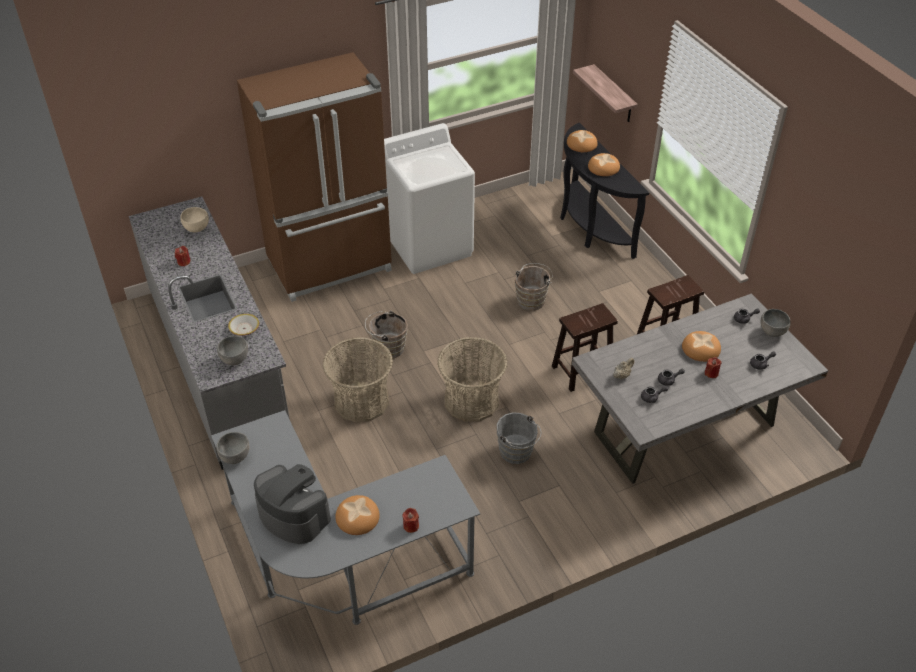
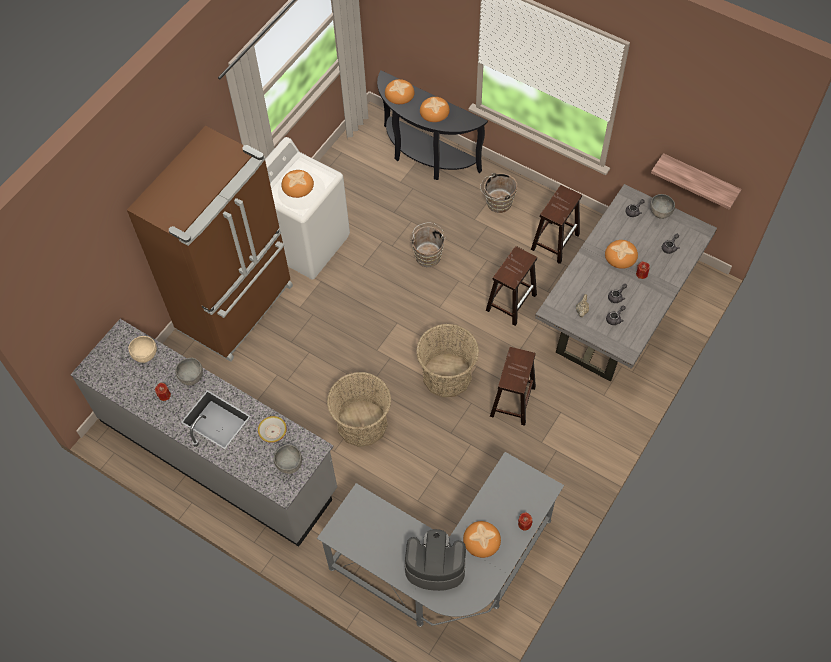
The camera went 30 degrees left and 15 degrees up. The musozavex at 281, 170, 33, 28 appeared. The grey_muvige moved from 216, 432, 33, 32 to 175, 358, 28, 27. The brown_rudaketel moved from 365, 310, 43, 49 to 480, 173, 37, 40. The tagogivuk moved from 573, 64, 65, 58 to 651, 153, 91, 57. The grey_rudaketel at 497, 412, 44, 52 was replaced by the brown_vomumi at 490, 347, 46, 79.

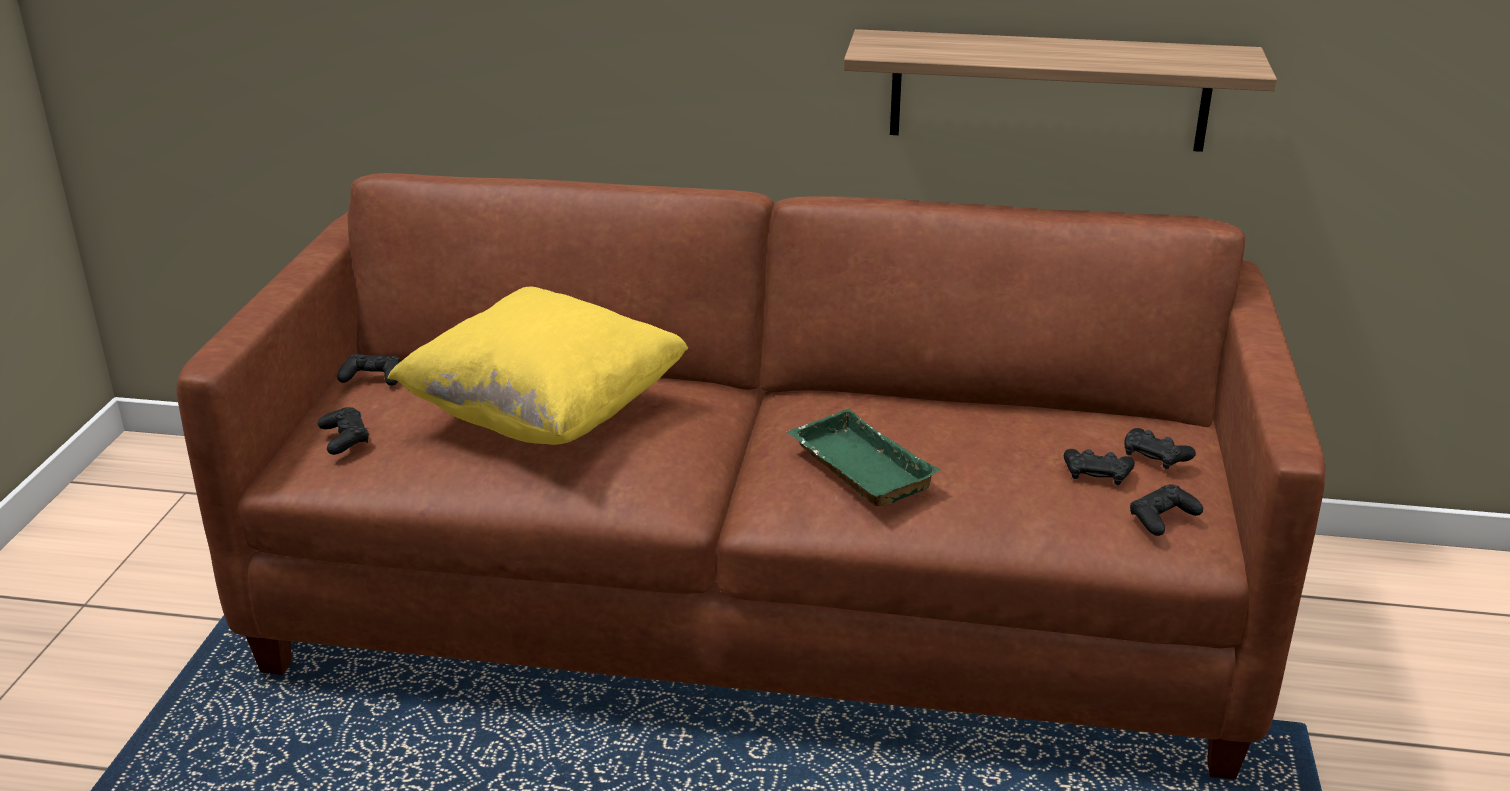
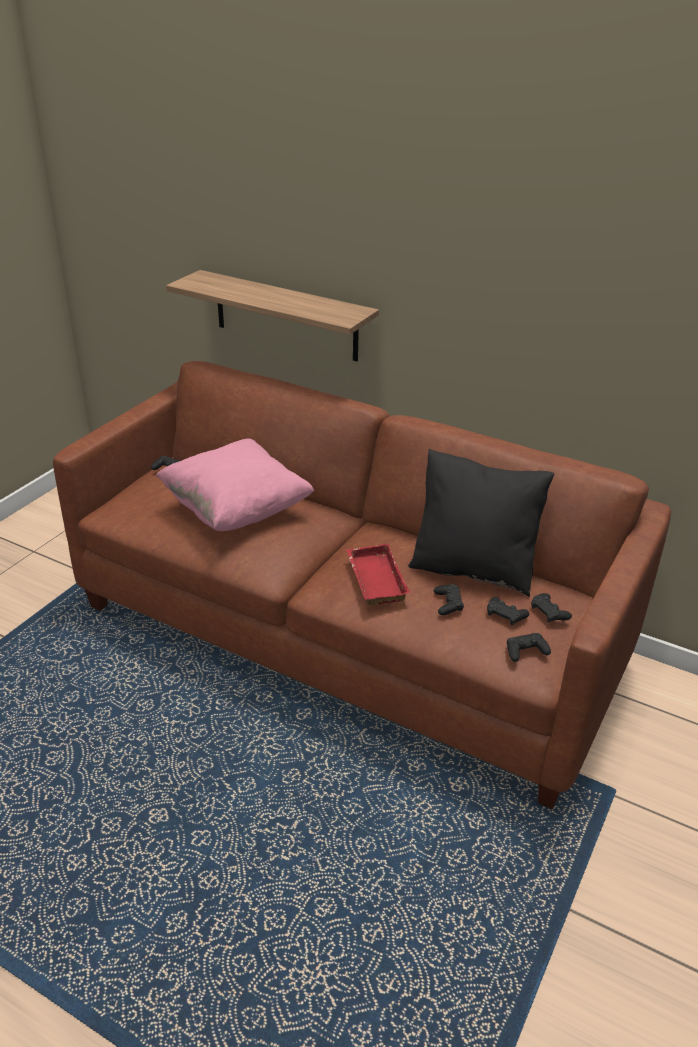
The camera went 20 degrees right and 5 degrees up. The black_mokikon at 408, 449, 146, 147 appeared. The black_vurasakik moved from 318, 407, 51, 48 to 434, 584, 30, 31. The tagogivuk moved from 844, 29, 433, 123 to 166, 270, 213, 91. The yellow_mokikon at 388, 287, 300, 158 became the pink_mokikon at 156, 439, 158, 92. The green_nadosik at 787, 409, 154, 98 became the red_nadosik at 346, 544, 64, 61.

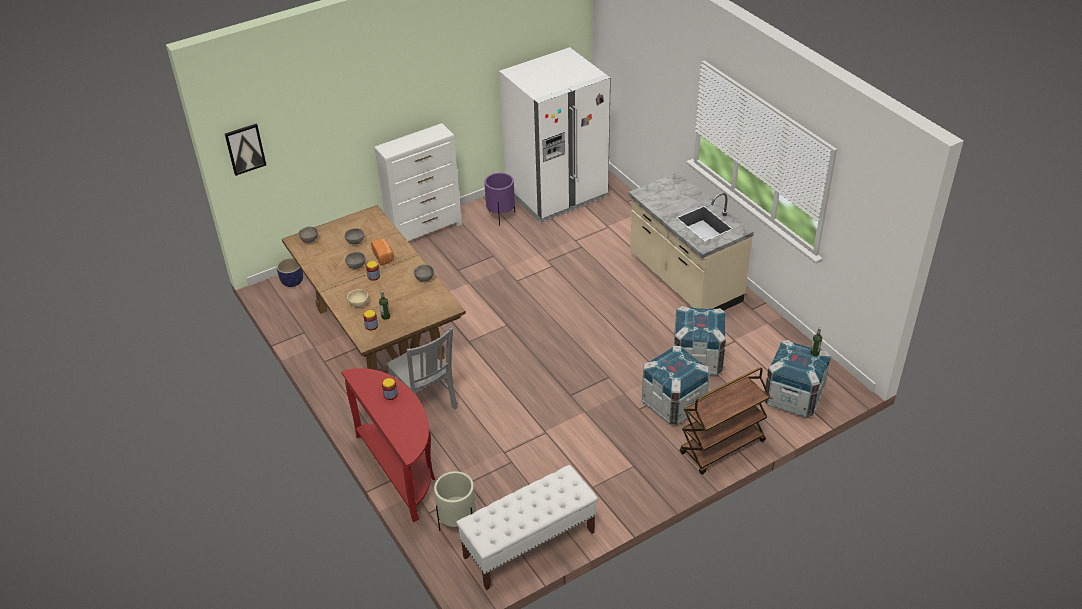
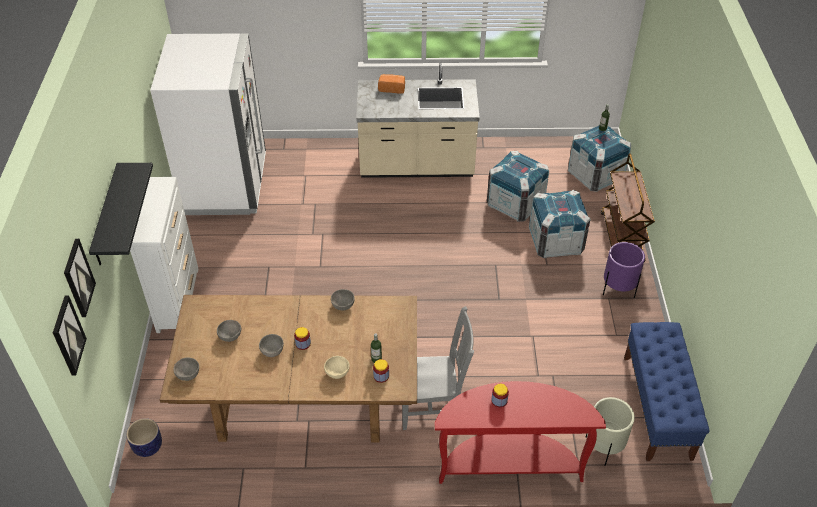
The camera went 60 degrees left and 5 degrees up. The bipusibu at 64, 239, 32, 78 appeared. The black_tagogivuk at 89, 163, 64, 102 appeared. The musozavex moved from 371, 238, 23, 27 to 378, 74, 27, 20. The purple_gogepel moved from 484, 173, 31, 53 to 603, 242, 42, 56. The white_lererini at 456, 465, 142, 125 became the blue_lererini at 624, 322, 86, 139.

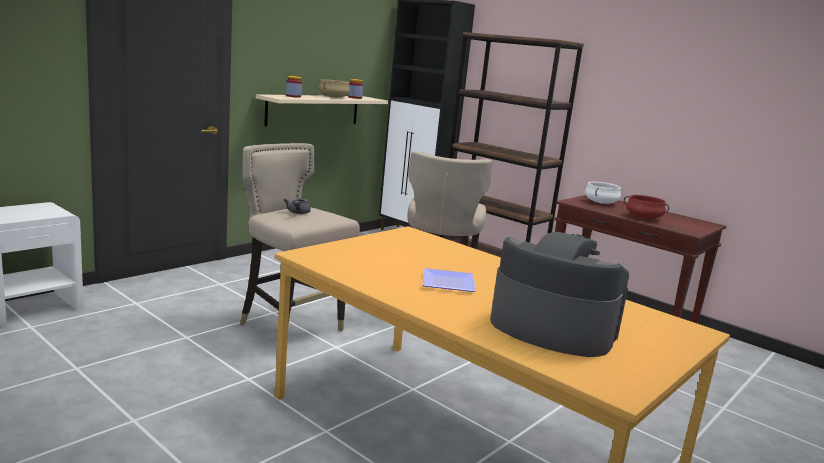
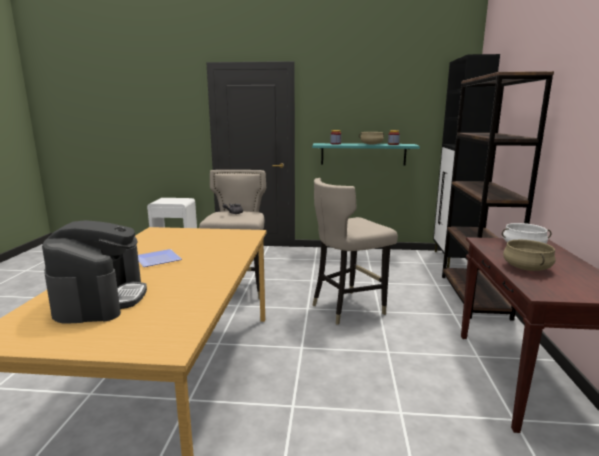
The camera went 55 degrees right and 0 degrees up. The beige_tagogivuk at 256, 94, 132, 32 became the turquoise_tagogivuk at 312, 143, 108, 22. The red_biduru at 624, 195, 45, 24 became the beige_biduru at 503, 240, 53, 31.

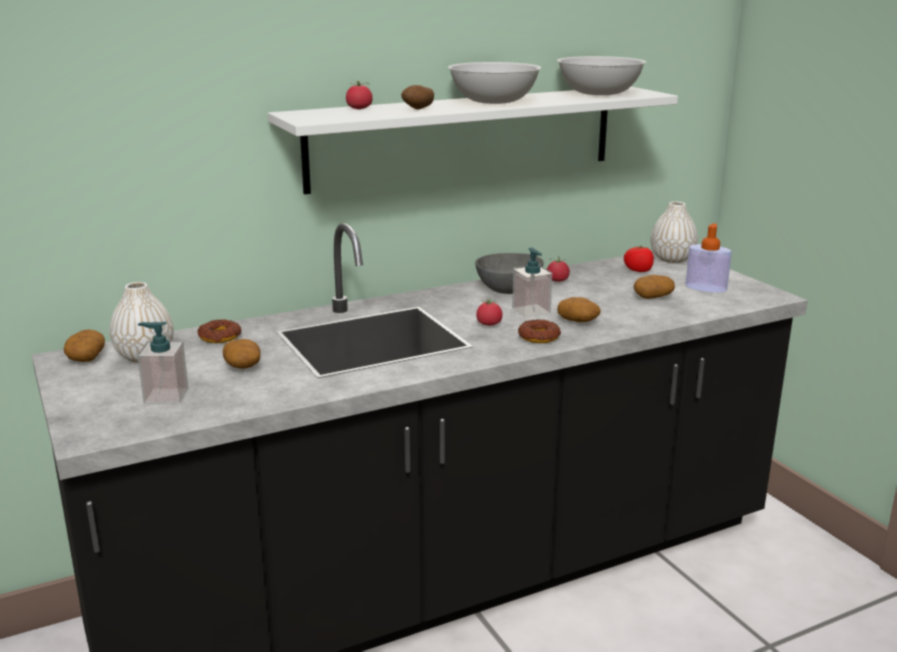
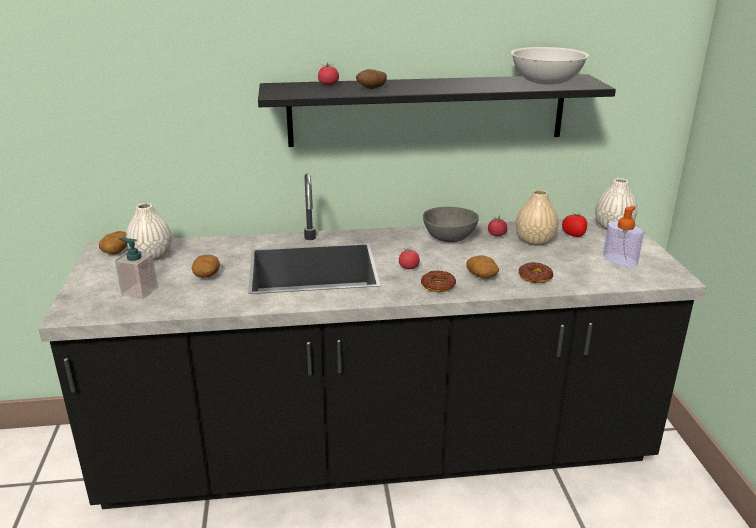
The camera went 20 degrees right and 5 degrees up. The white_muvige at 448, 62, 93, 42 disappeared. The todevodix at 512, 248, 40, 69 disappeared. The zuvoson at 634, 275, 41, 24 disappeared. The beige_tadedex at 516, 190, 43, 56 appeared. The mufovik moved from 197, 319, 45, 24 to 519, 262, 35, 21. The white_tagogivuk at 268, 87, 410, 107 became the black_tagogivuk at 258, 74, 358, 73.

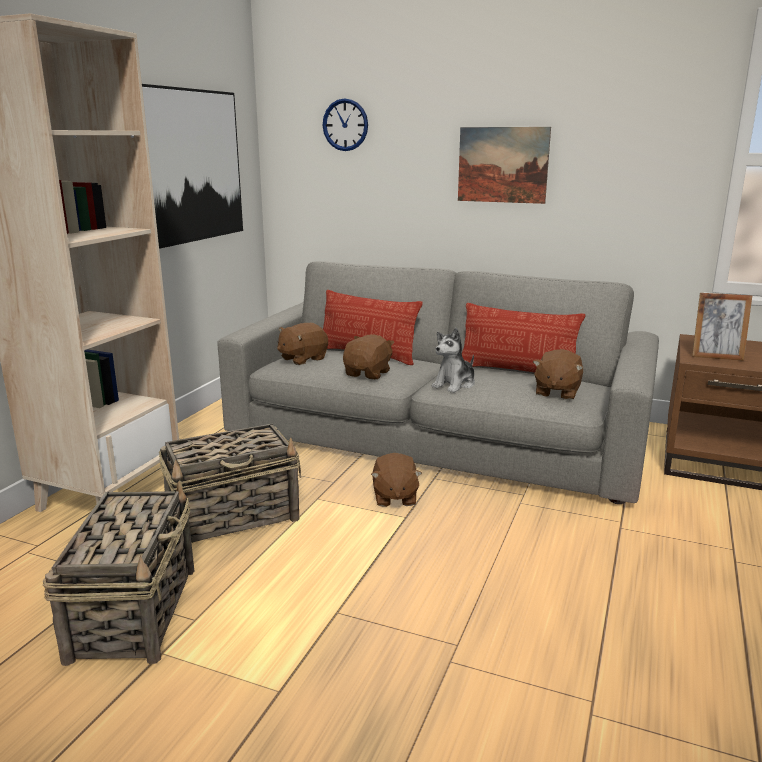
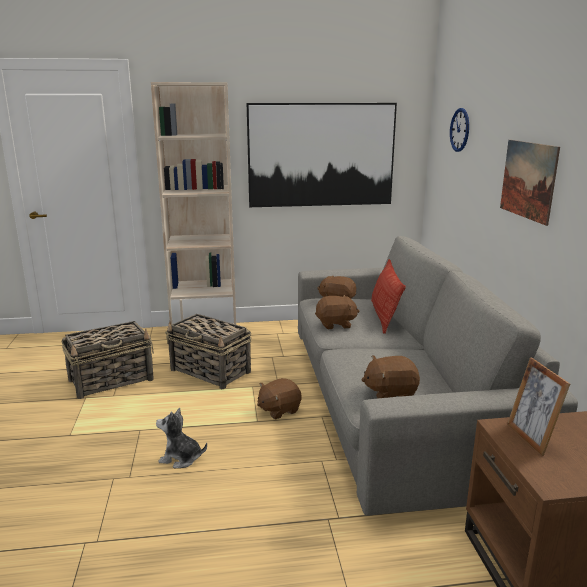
The camera went 60 degrees right and 0 degrees up. The mokikon at 462, 303, 123, 70 disappeared. The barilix moved from 432, 328, 43, 65 to 156, 408, 51, 60.

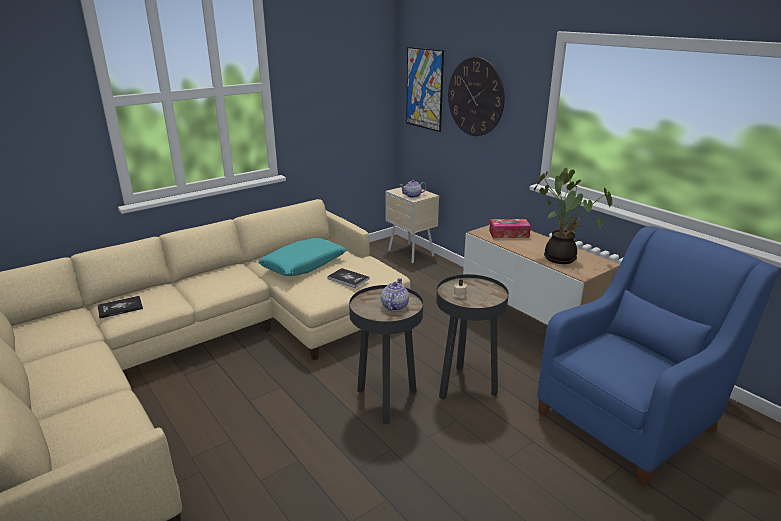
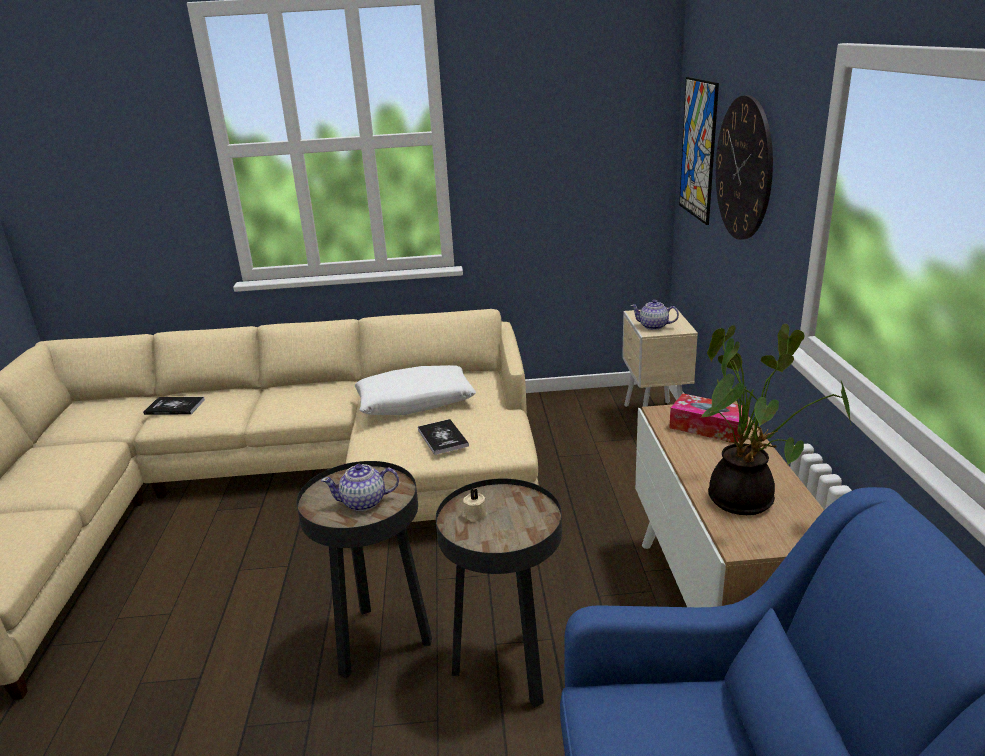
The camera went 35 degrees right and 0 degrees up. The turquoise_mokikon at 258, 238, 88, 38 became the white_mokikon at 355, 365, 121, 50. The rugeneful at 381, 278, 28, 33 turned 150 degrees counterclockwise.

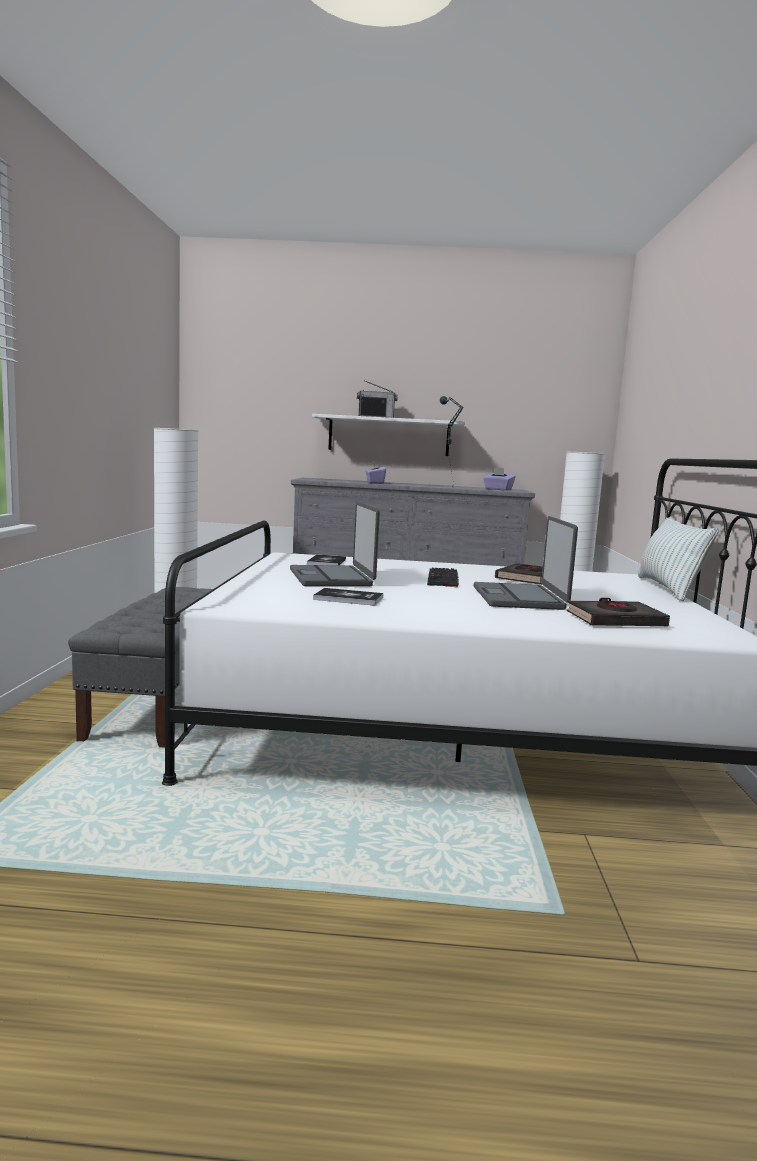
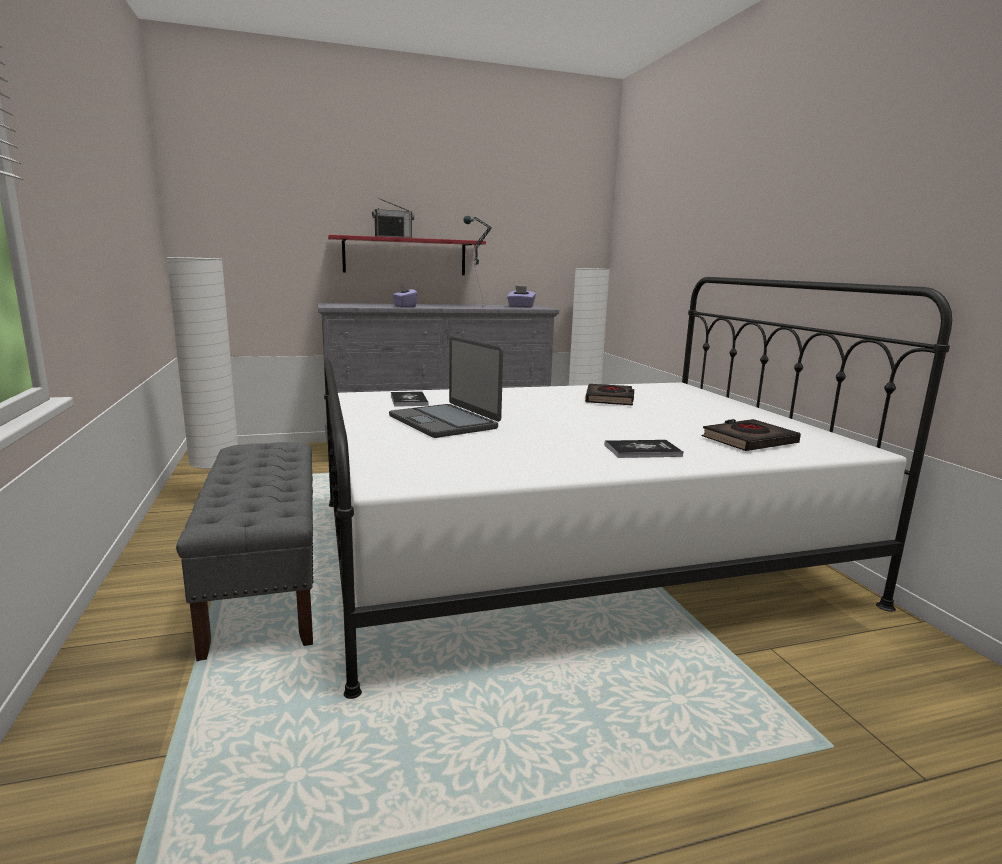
The camera went 20 degrees left and 5 degrees up. The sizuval at 427, 568, 32, 19 disappeared. The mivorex at 474, 516, 104, 94 disappeared. The mokikon at 638, 517, 81, 84 disappeared. The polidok moved from 313, 588, 70, 18 to 605, 440, 78, 18. The white_tagogivuk at 312, 414, 153, 42 became the red_tagogivuk at 328, 235, 158, 40.

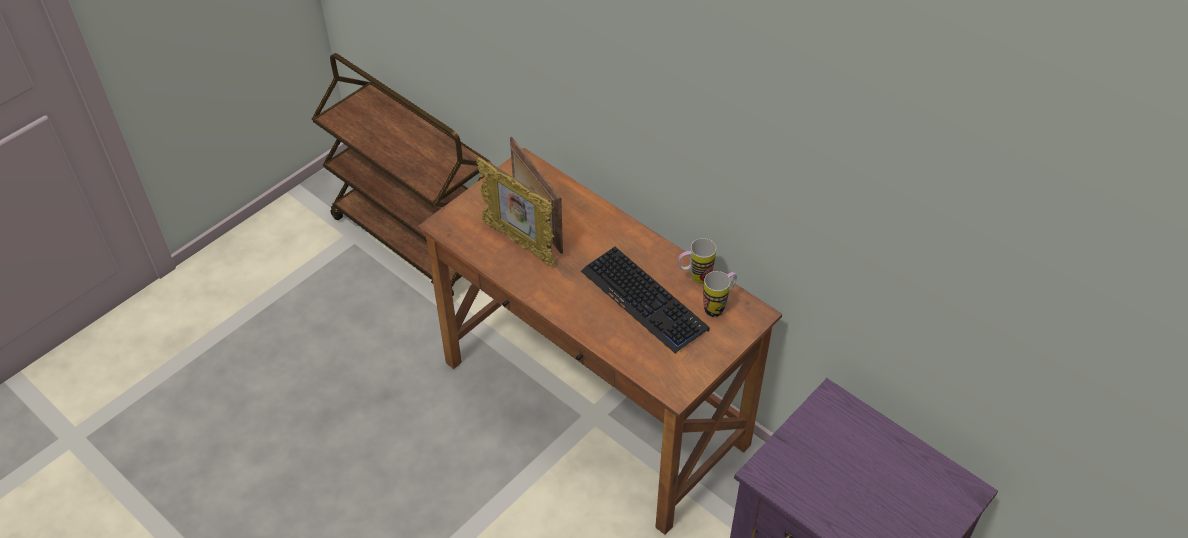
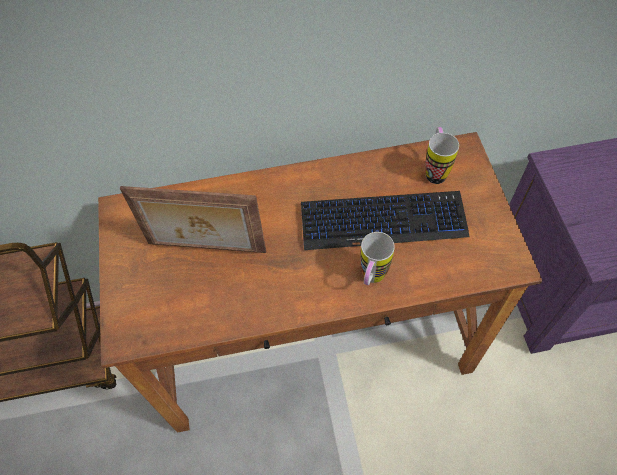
The camera went 50 degrees left and 10 degrees up. The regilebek at 476, 157, 79, 109 disappeared. The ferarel moved from 678, 238, 38, 46 to 361, 232, 34, 53.

